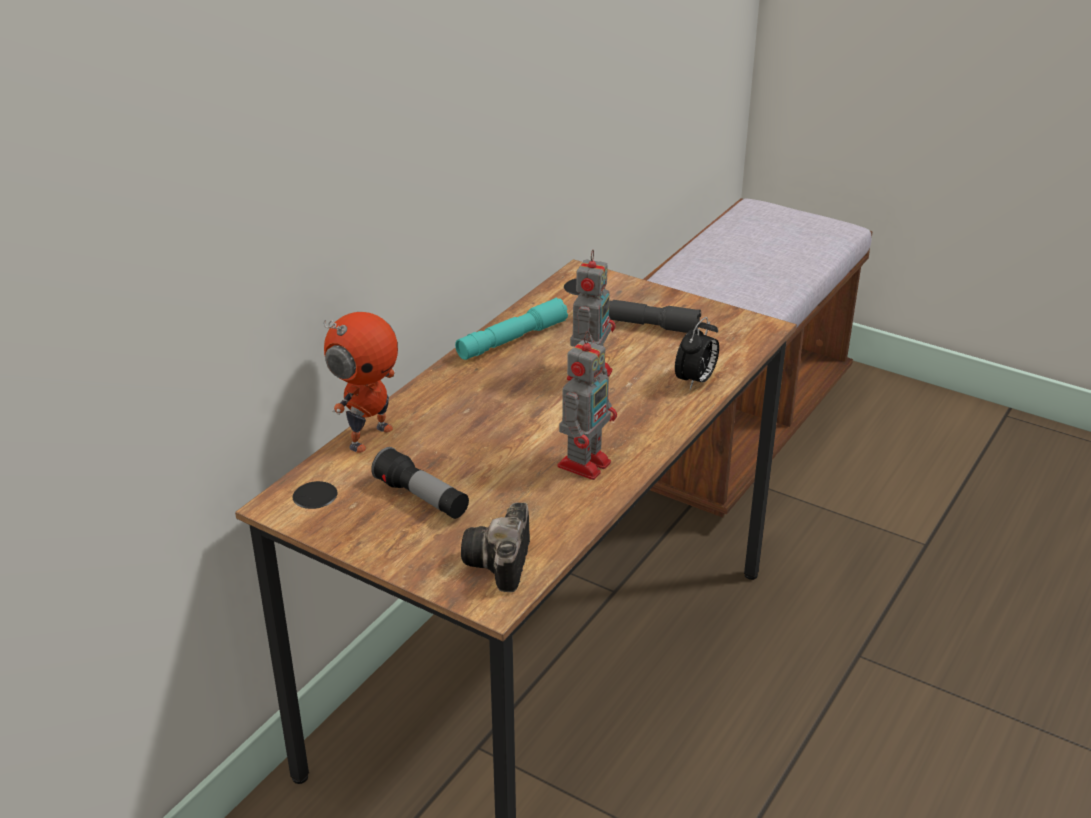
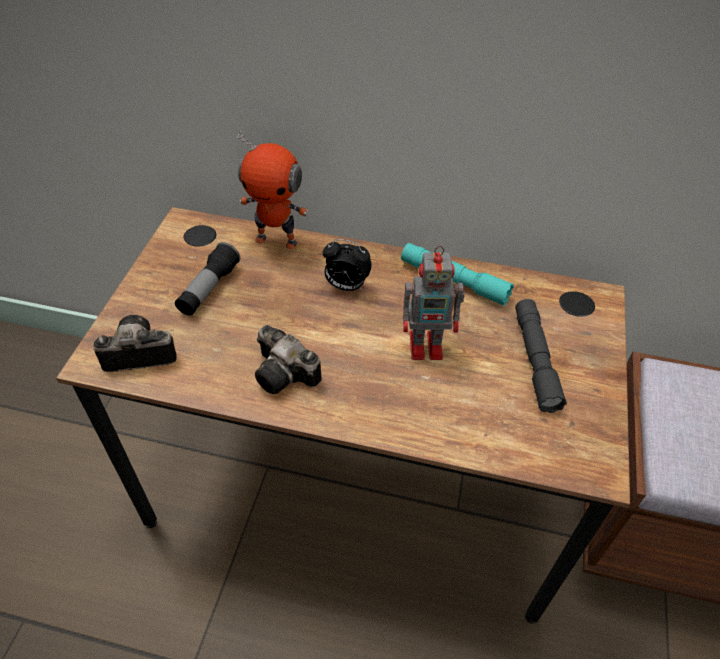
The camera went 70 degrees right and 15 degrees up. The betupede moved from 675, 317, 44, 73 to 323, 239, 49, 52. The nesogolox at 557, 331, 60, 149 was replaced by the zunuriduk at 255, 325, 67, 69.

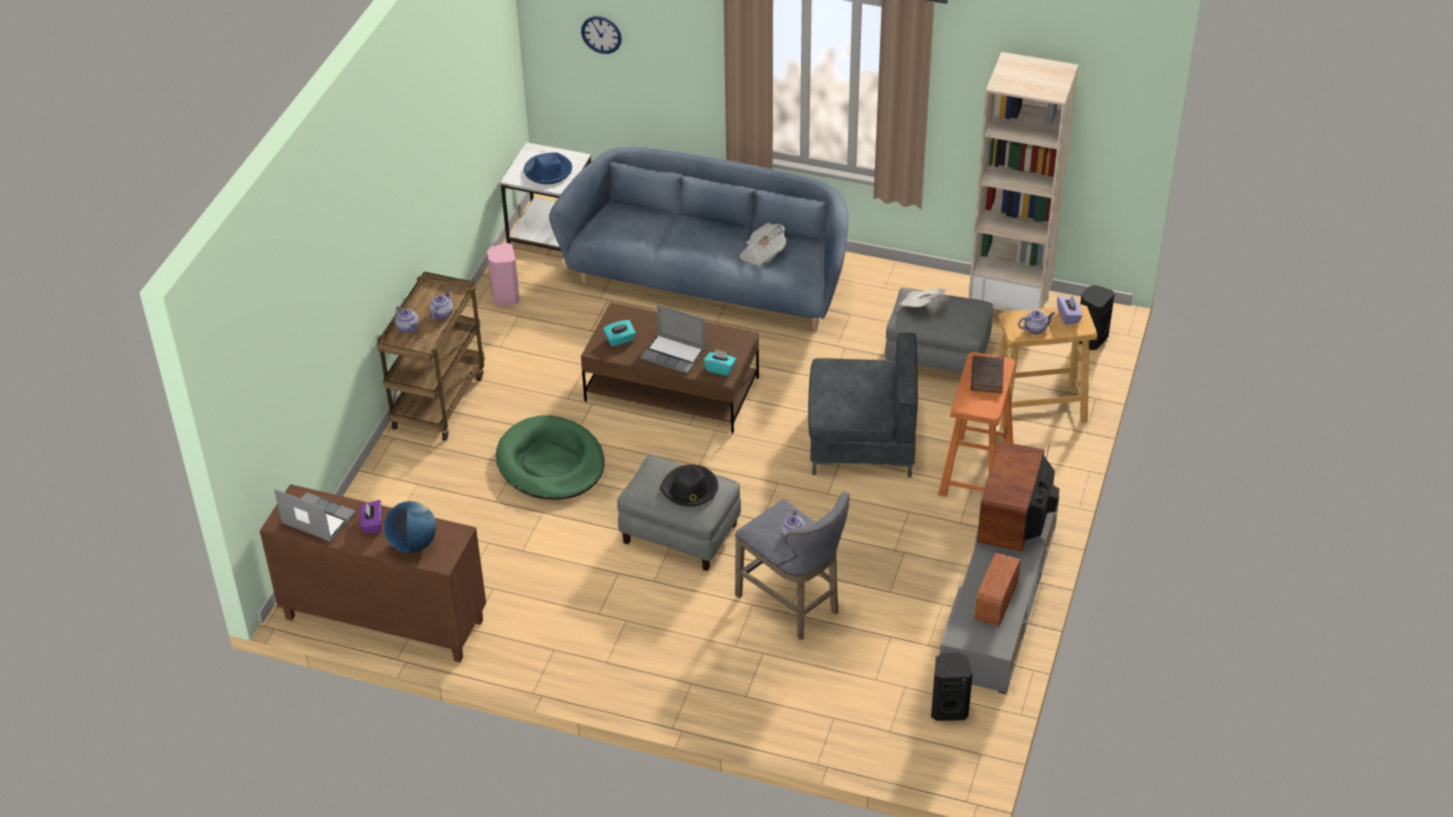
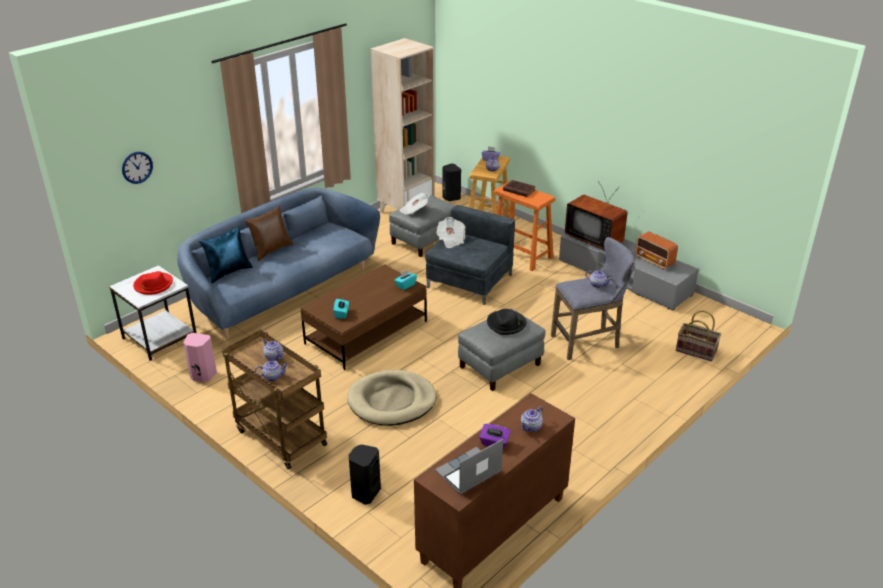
The camera went 65 degrees left and 10 degrees down. The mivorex at 641, 304, 64, 70 disappeared. The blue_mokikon at 199, 227, 54, 56 appeared. The brown_mokikon at 245, 206, 49, 55 appeared. The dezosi at 676, 310, 45, 51 appeared. The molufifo moved from 740, 223, 46, 43 to 436, 217, 30, 31. The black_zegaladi moved from 931, 653, 42, 68 to 349, 444, 32, 61. The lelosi at 384, 501, 52, 52 was replaced by the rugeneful at 521, 406, 22, 26. The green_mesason at 496, 415, 109, 85 became the beige_mesason at 347, 370, 89, 56. The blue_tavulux at 524, 152, 48, 32 became the red_tavulux at 133, 271, 40, 24.

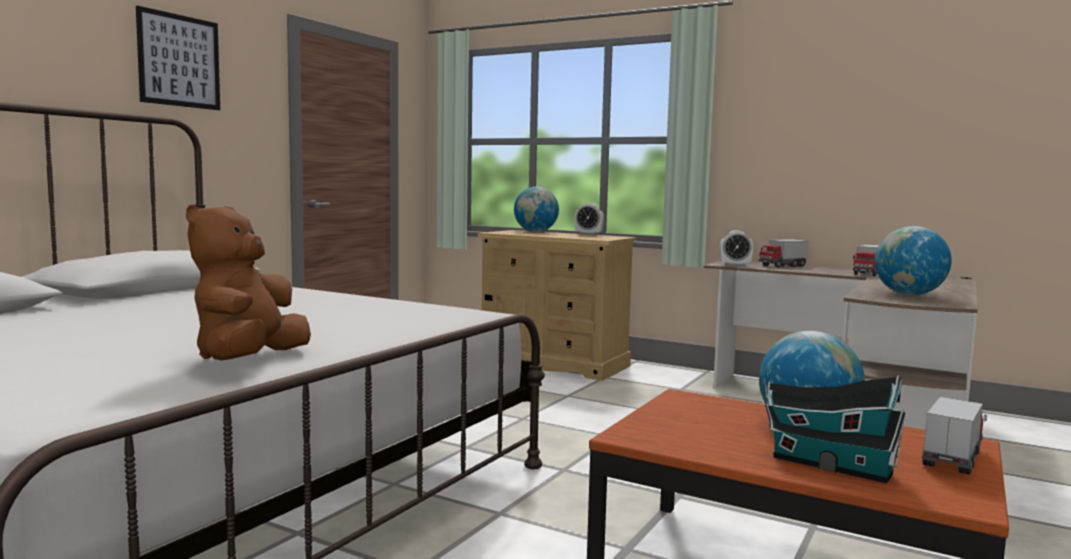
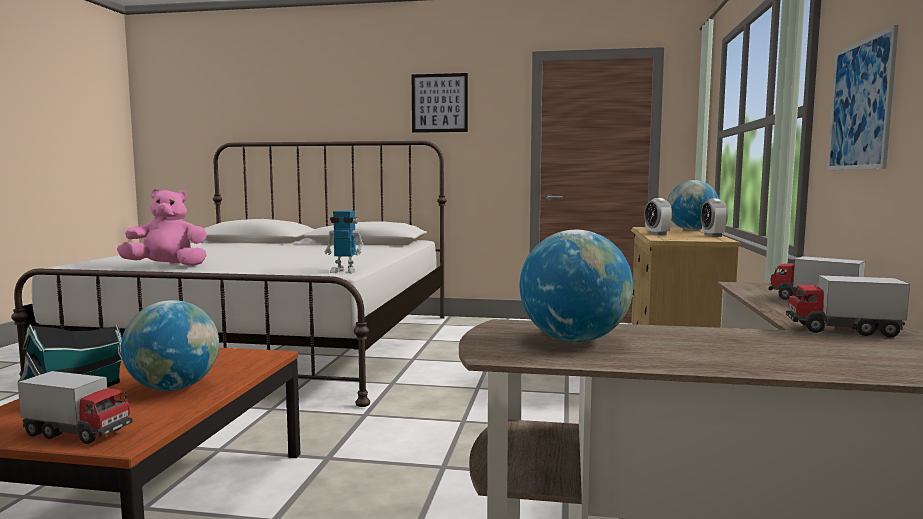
The camera went 70 degrees right and 0 degrees up. The nesogolox at 325, 211, 38, 62 appeared. The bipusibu at 827, 25, 72, 145 appeared. The betupede moved from 720, 231, 33, 36 to 644, 198, 28, 37. The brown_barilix at 186, 204, 125, 156 became the pink_barilix at 117, 189, 90, 77.

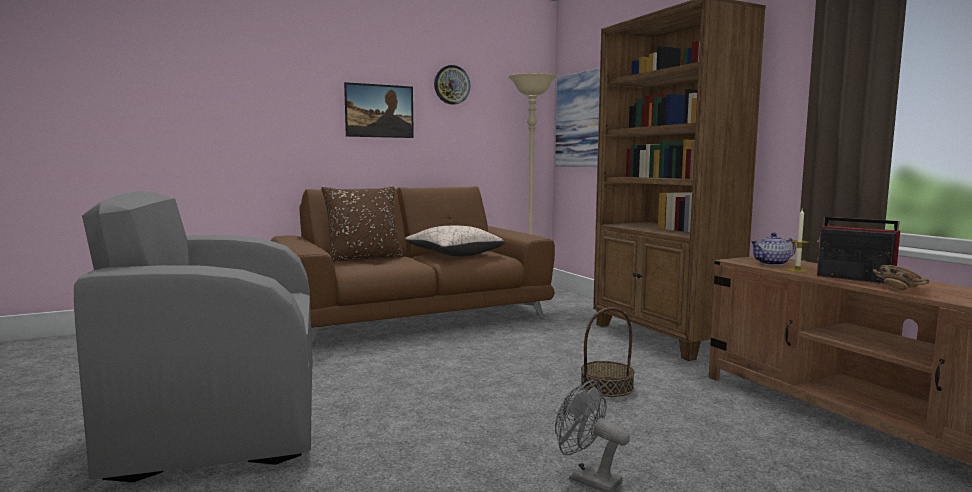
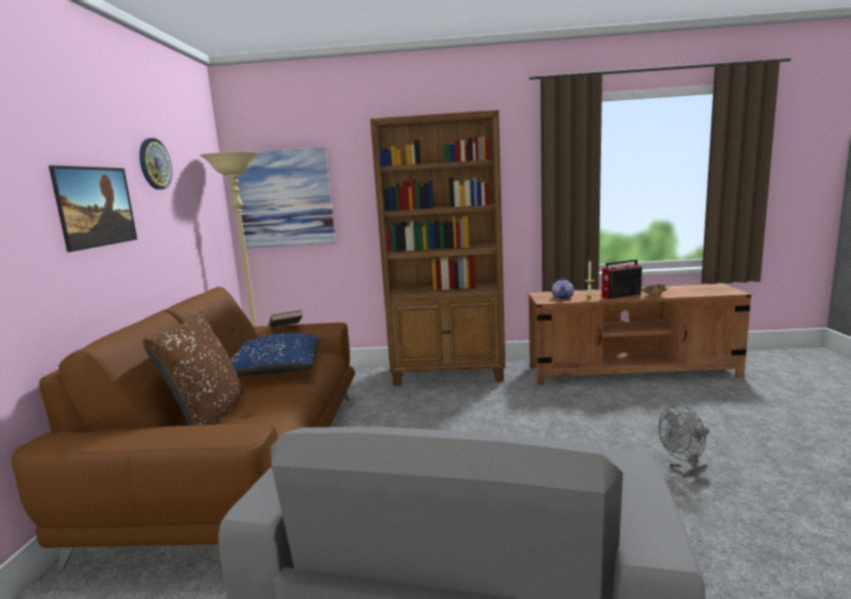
The camera went 60 degrees left and 5 degrees up. The dezosi at 581, 307, 54, 90 disappeared. The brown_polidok at 269, 310, 34, 18 appeared. The beige_mokikon at 405, 226, 100, 30 became the blue_mokikon at 230, 333, 90, 43.

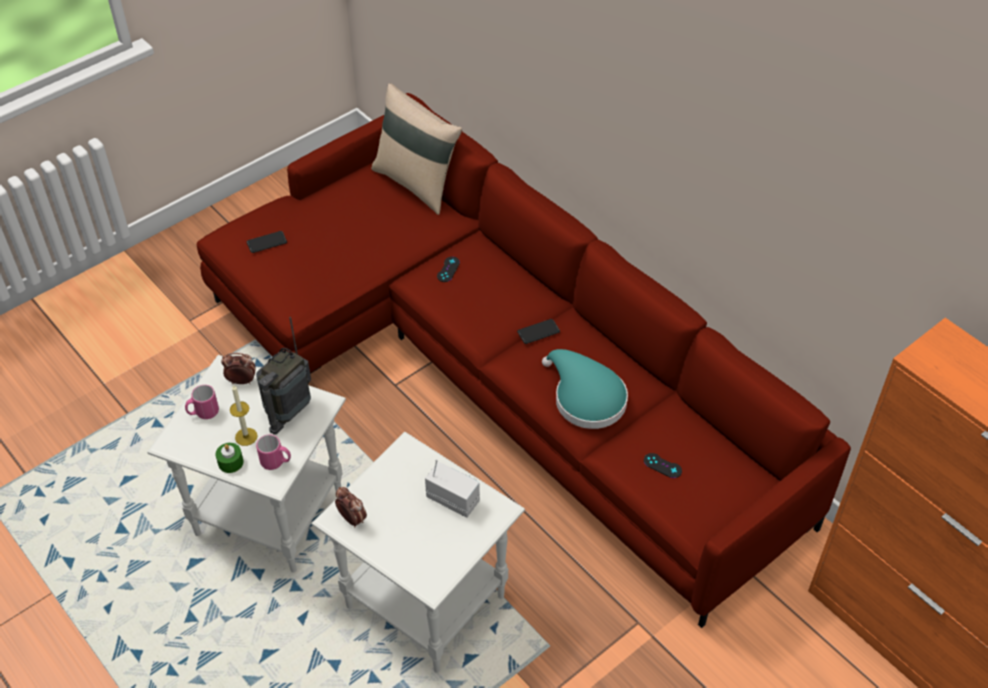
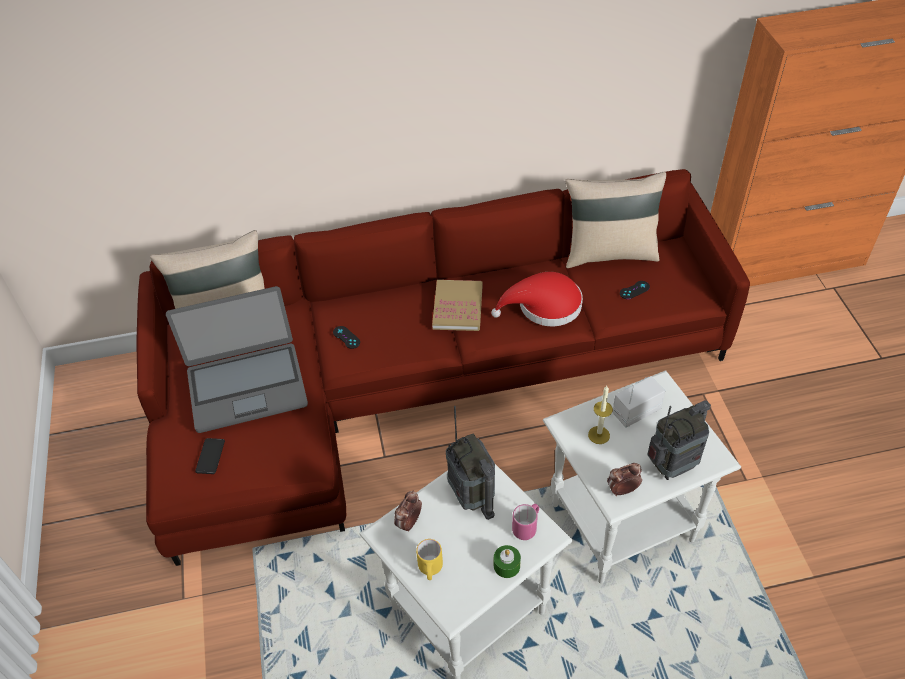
The camera went 60 degrees left and 0 degrees up. The mivorex at 166, 286, 142, 147 appeared. The beige_mokikon at 565, 172, 101, 96 appeared. The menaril at 647, 400, 64, 80 appeared. The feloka moved from 230, 384, 28, 62 to 588, 386, 25, 58. The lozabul at 517, 319, 43, 25 was replaced by the polidok at 432, 280, 51, 51. The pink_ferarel at 185, 385, 34, 34 became the yellow_ferarel at 416, 539, 27, 41. The turquoise_tavulux at 542, 349, 86, 80 became the red_tavulux at 491, 272, 92, 54.

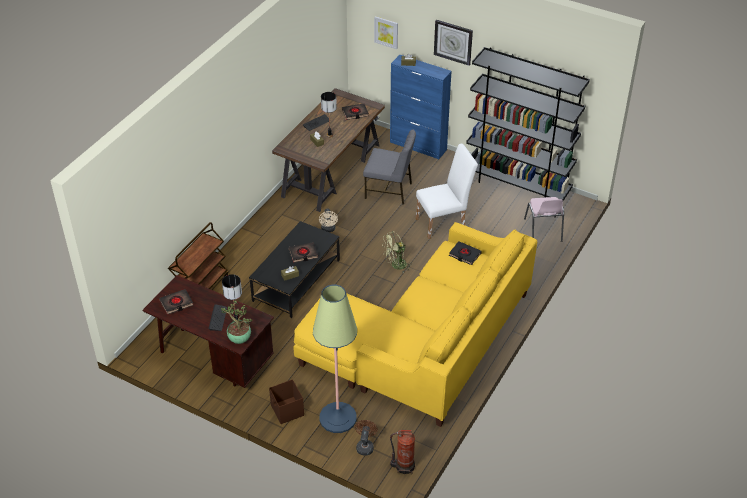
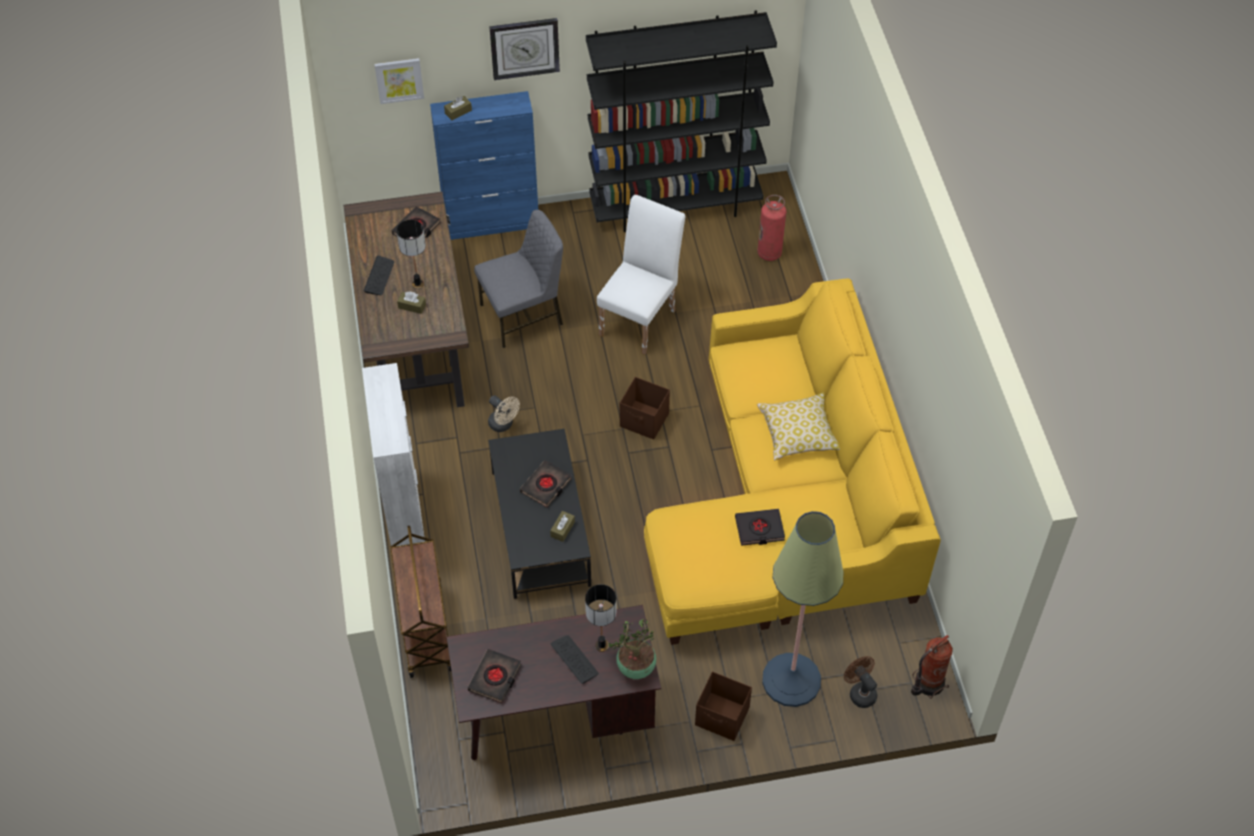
The camera went 40 degrees left and 10 degrees up. The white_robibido at 362, 363, 63, 183 appeared. The mokikon at 757, 393, 83, 67 appeared. The black_polidok moved from 449, 241, 33, 24 to 735, 509, 50, 37. The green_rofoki at 382, 231, 29, 42 was replaced by the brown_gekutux at 620, 377, 50, 62. The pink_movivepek at 524, 197, 40, 45 was replaced by the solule at 757, 195, 29, 66.

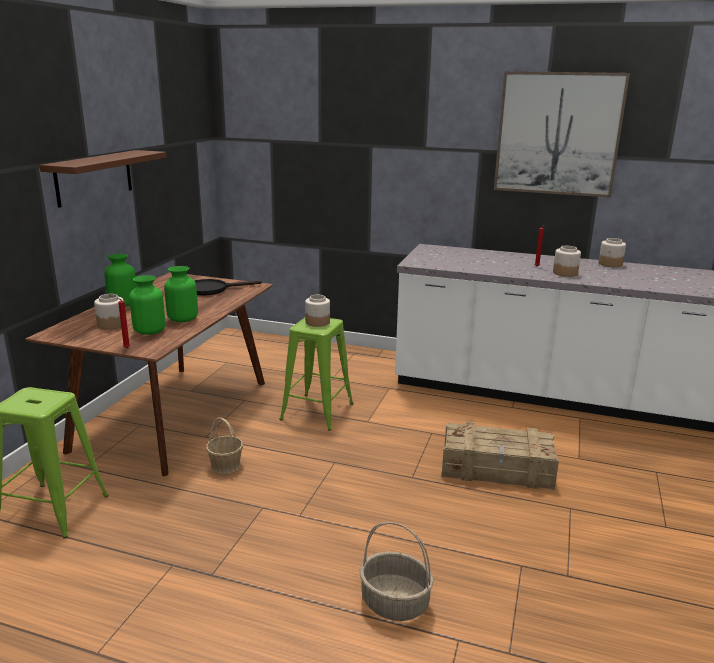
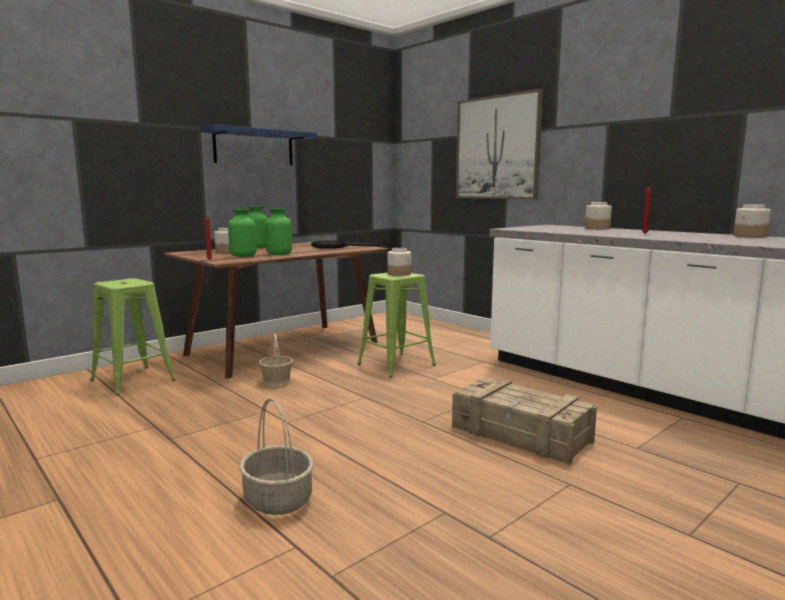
The camera went 30 degrees right and 10 degrees down. The bipusibu moved from 494, 71, 136, 127 to 456, 89, 87, 110. The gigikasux moved from 553, 246, 28, 31 to 585, 202, 27, 27. The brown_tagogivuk at 39, 150, 128, 58 became the blue_tagogivuk at 200, 125, 117, 40.

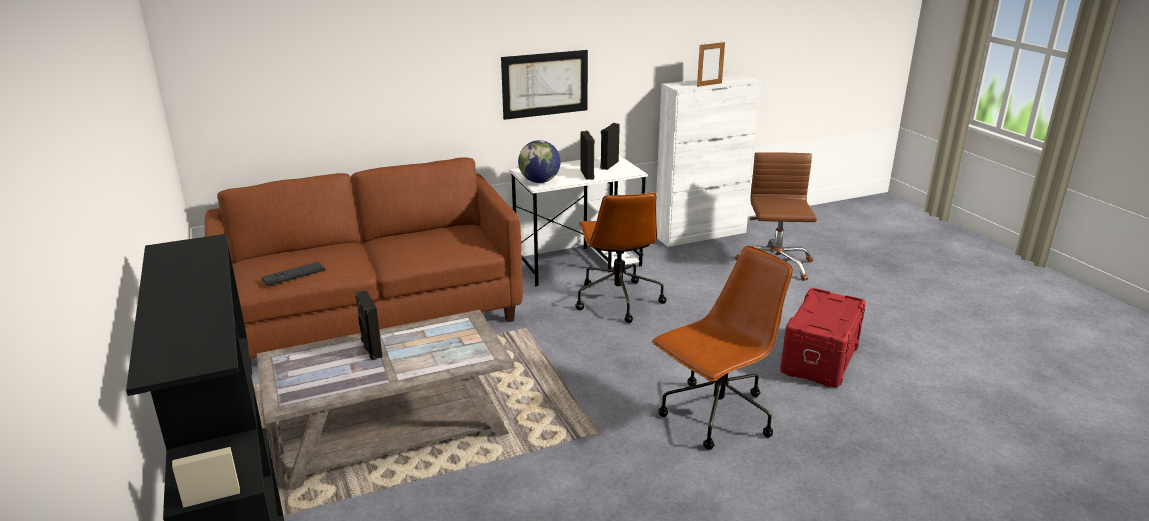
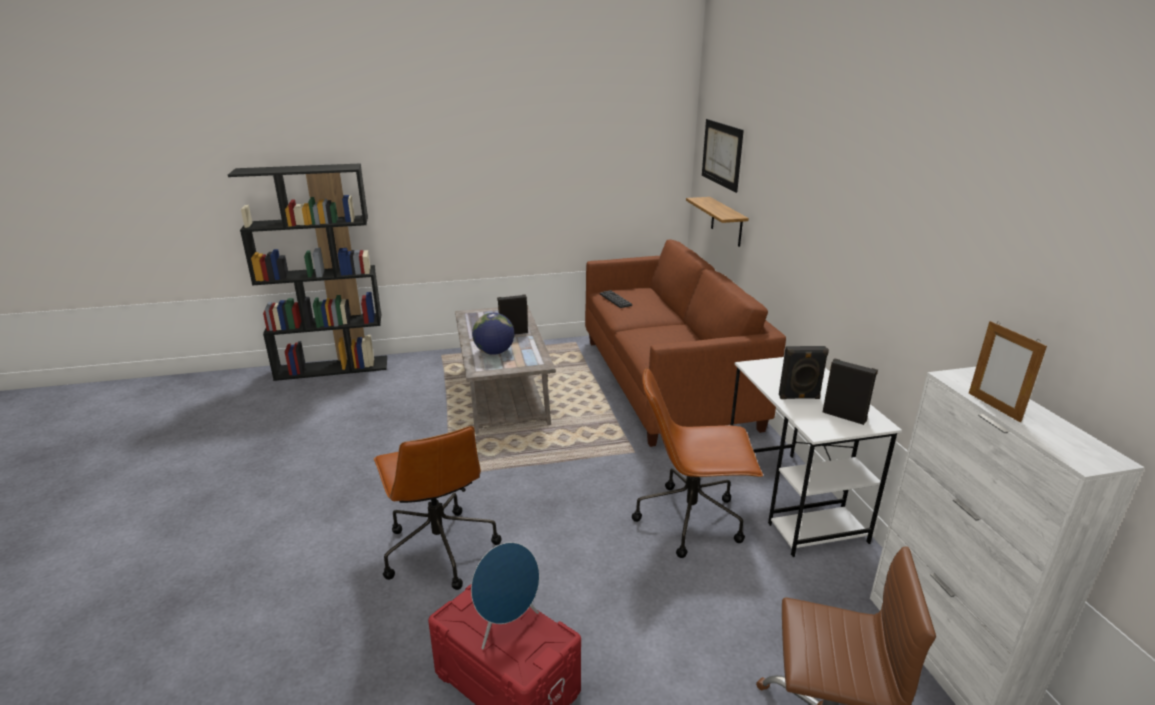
The camera went 100 degrees right and 0 degrees up. The blue_zegaladi at 471, 542, 68, 107 appeared. The tagogivuk at 686, 197, 63, 50 appeared. The bipusibu moved from 501, 50, 87, 70 to 702, 119, 42, 74. The lelosi moved from 518, 140, 43, 43 to 472, 313, 42, 42.

